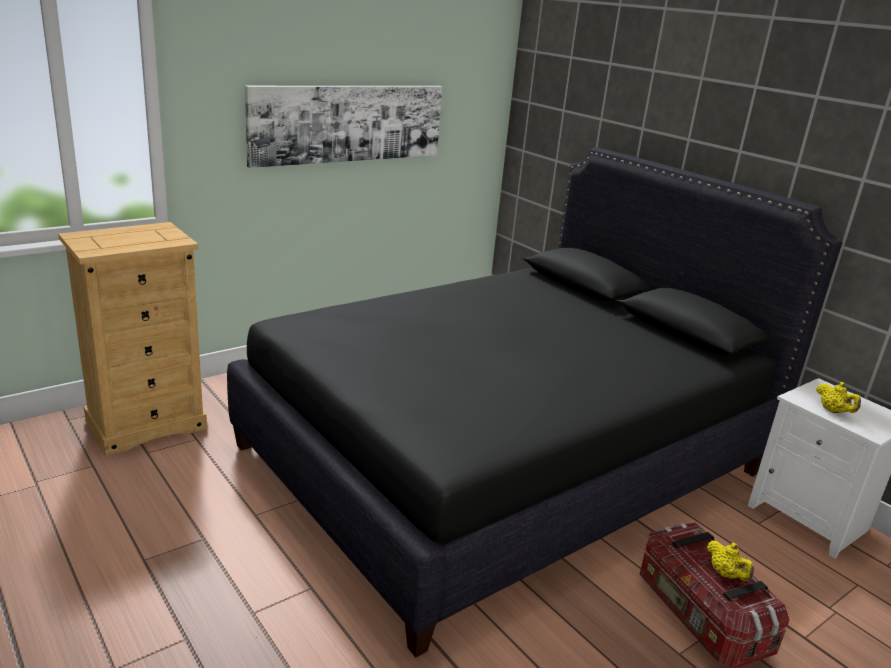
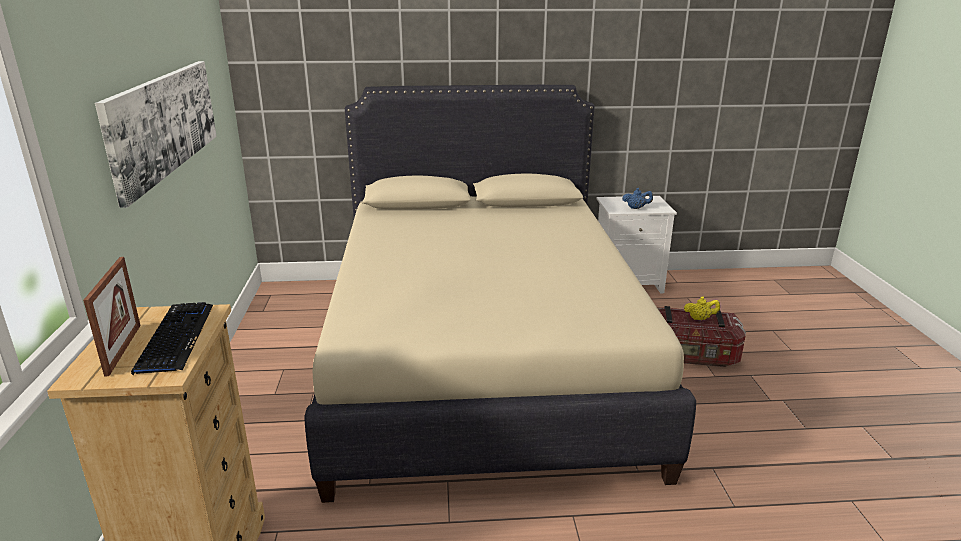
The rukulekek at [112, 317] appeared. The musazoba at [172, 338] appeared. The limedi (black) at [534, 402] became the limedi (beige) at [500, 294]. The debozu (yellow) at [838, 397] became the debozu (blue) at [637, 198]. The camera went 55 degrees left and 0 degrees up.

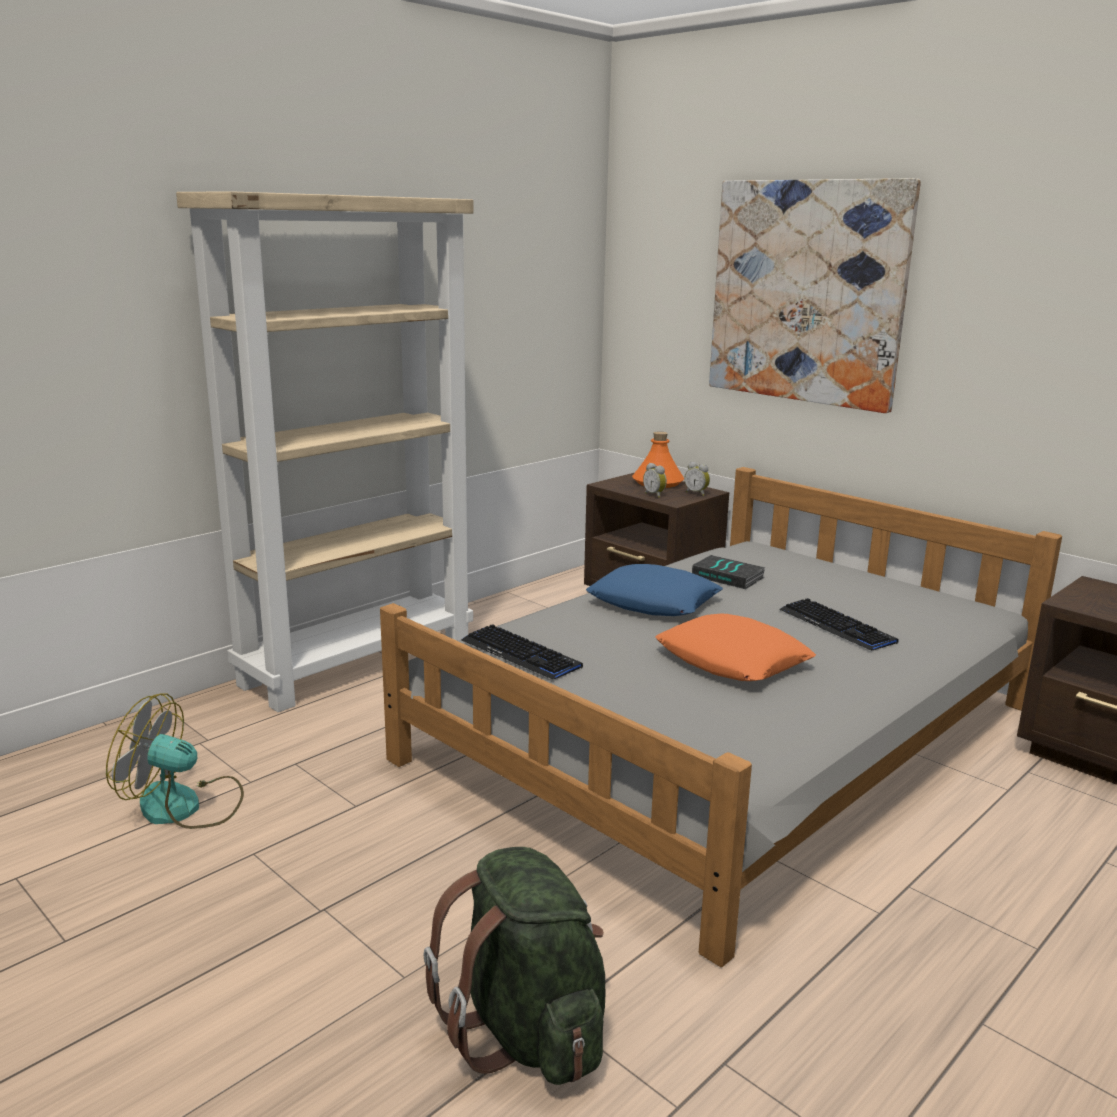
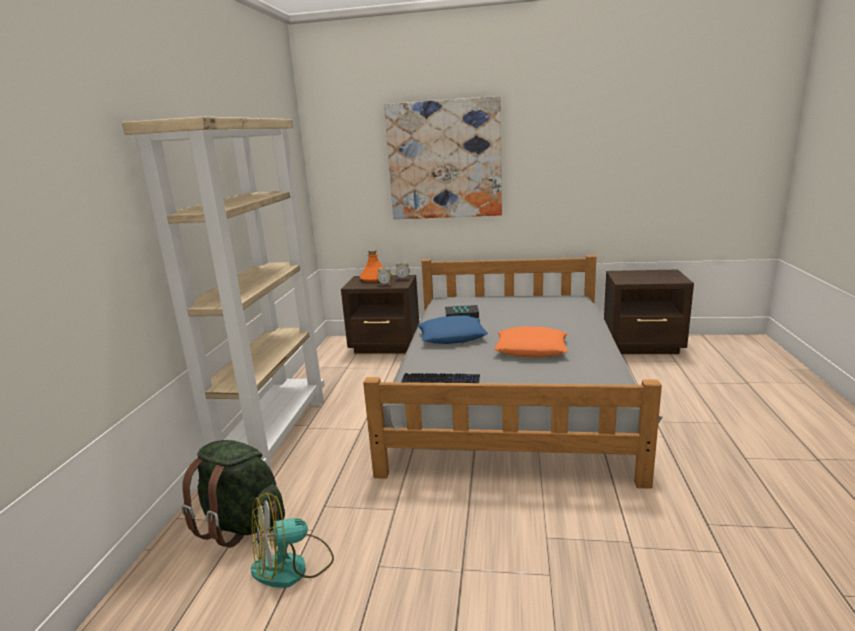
The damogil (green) moved from [514, 966] to [233, 494]. The musazoba at [839, 624] disappeared. The camera went 35 degrees left and 0 degrees up.

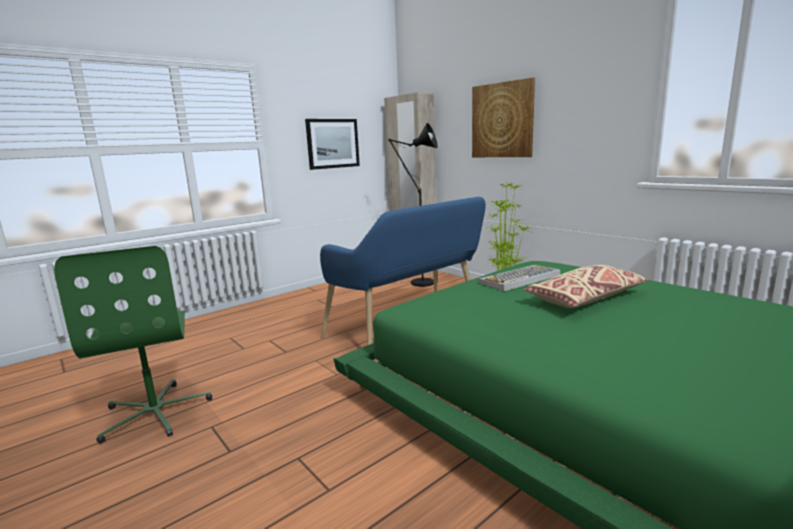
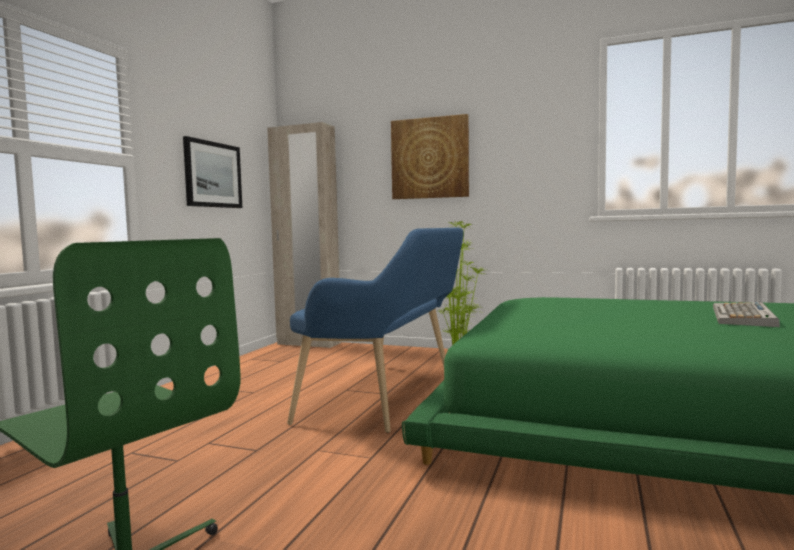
The musazoba moved from [519, 278] to [746, 314]. The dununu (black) at [413, 205] disappeared. The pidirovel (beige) at [585, 286] disappeared. The camera went 30 degrees left and 10 degrees down.

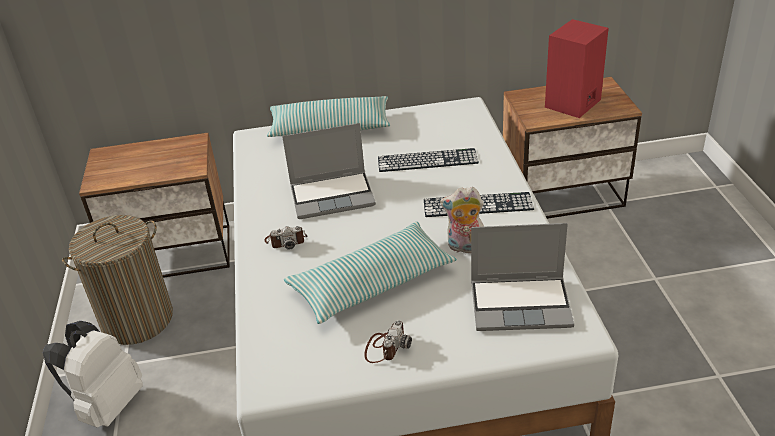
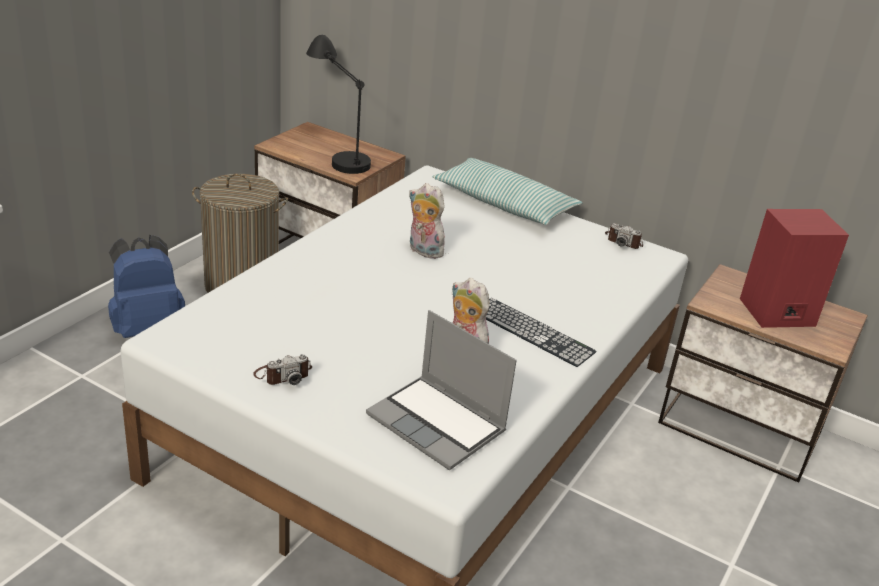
The damogil (white) at [93, 374] became the damogil (blue) at [146, 286]. The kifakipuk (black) at [338, 104] appeared. The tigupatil at [329, 171] was replaced by the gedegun at [426, 221]. The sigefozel moved from [286, 238] to [624, 236]. The pidirovel at [370, 273] disappeared. The musazoba at [428, 160] disappeared. The camera went 35 degrees right and 5 degrees down.

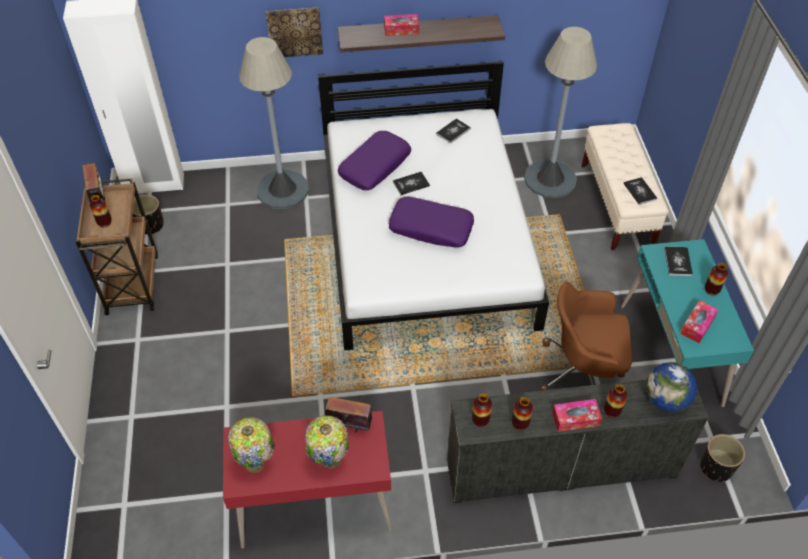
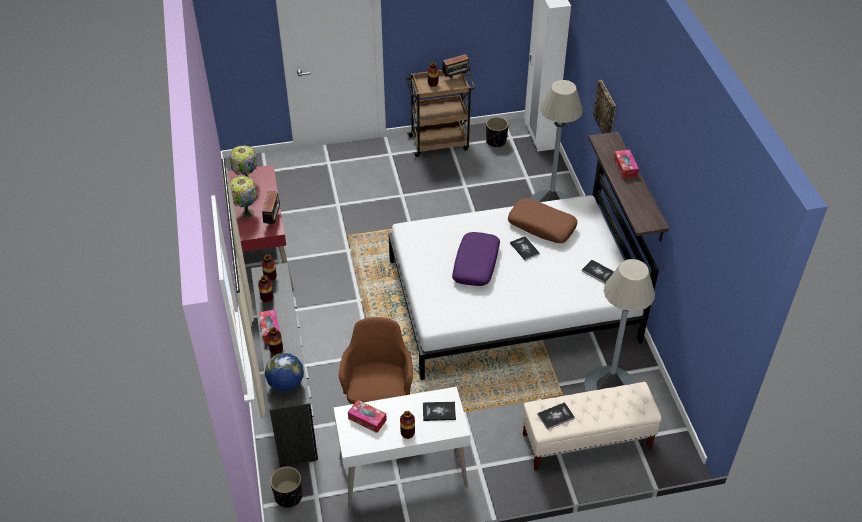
The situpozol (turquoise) at [687, 323] became the situpozol (white) at [402, 448]. The pidirovel (purple) at [374, 160] became the pidirovel (brown) at [543, 220]. The camera went 85 degrees right and 5 degrees down.

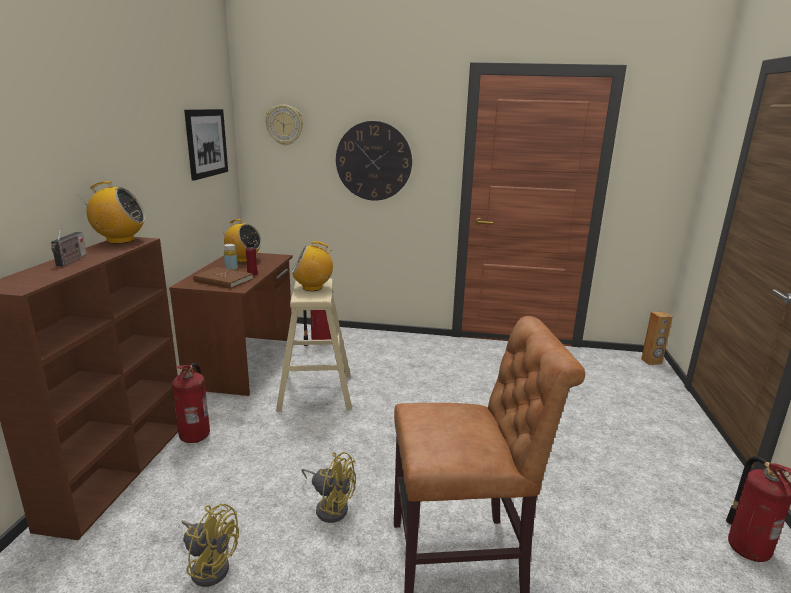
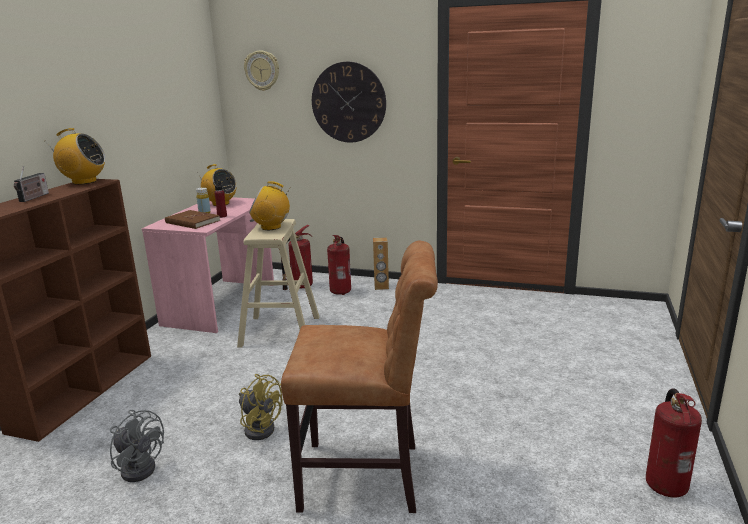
The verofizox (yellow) at [210, 545] became the verofizox (grey) at [137, 446]. The situpozol (brown) at [231, 324] became the situpozol (pink) at [208, 265]. The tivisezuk moved from [191, 403] to [339, 265]. The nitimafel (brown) moved from [657, 338] to [381, 263]. The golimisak at [206, 145] disappeared. The camera went 10 degrees right and 0 degrees up.

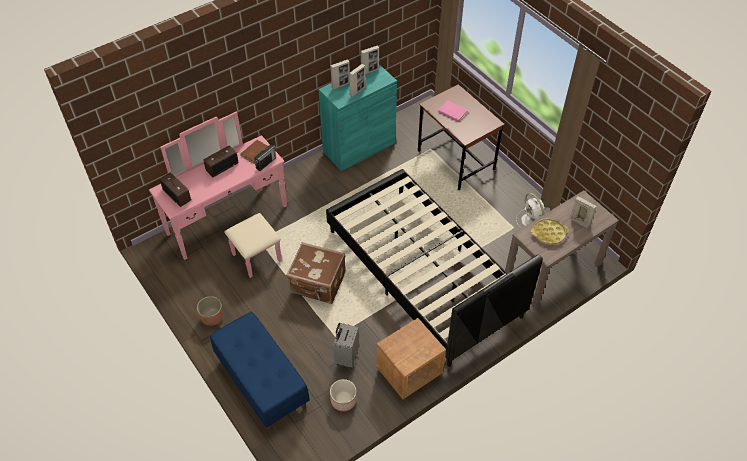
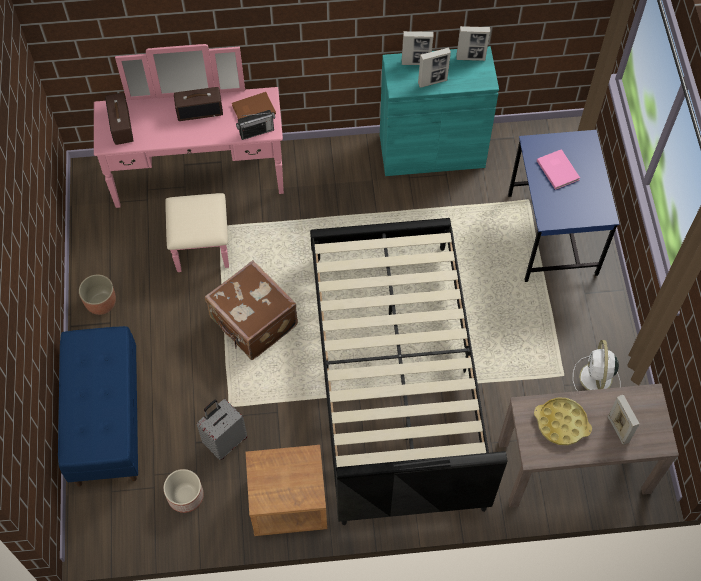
The situpozol (brown) at [461, 137] became the situpozol (blue) at [564, 206]. The camera went 30 degrees right and 10 degrees up.

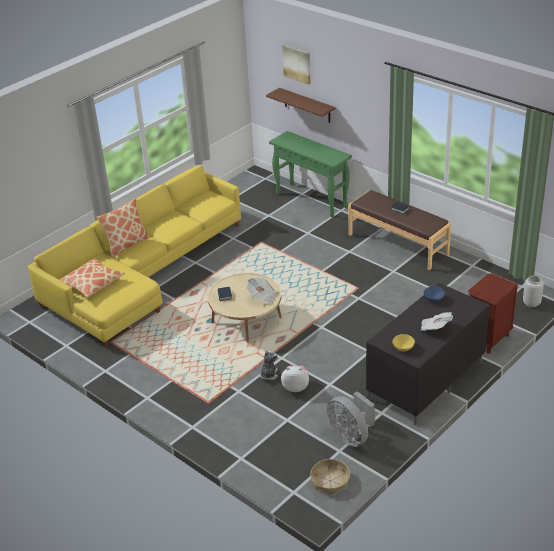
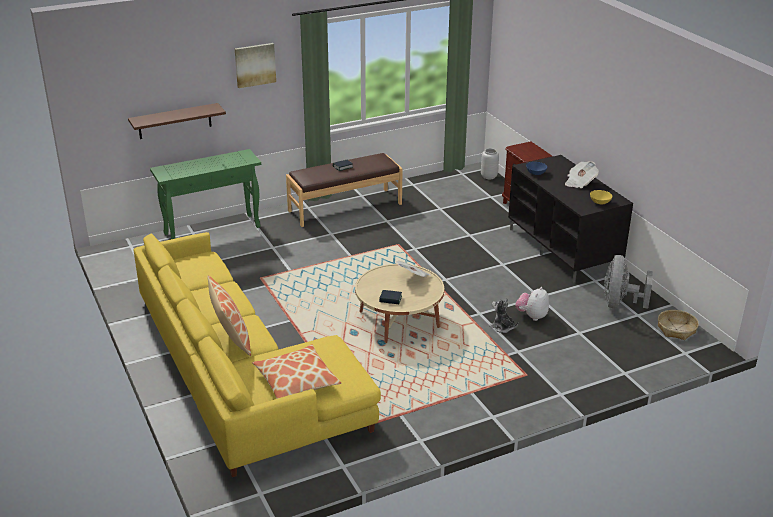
The golimisak moved from [296, 65] to [255, 65]. The verofizox (grey) at [351, 419] turned 120 degrees clockwise. The camera went 70 degrees left and 5 degrees down.

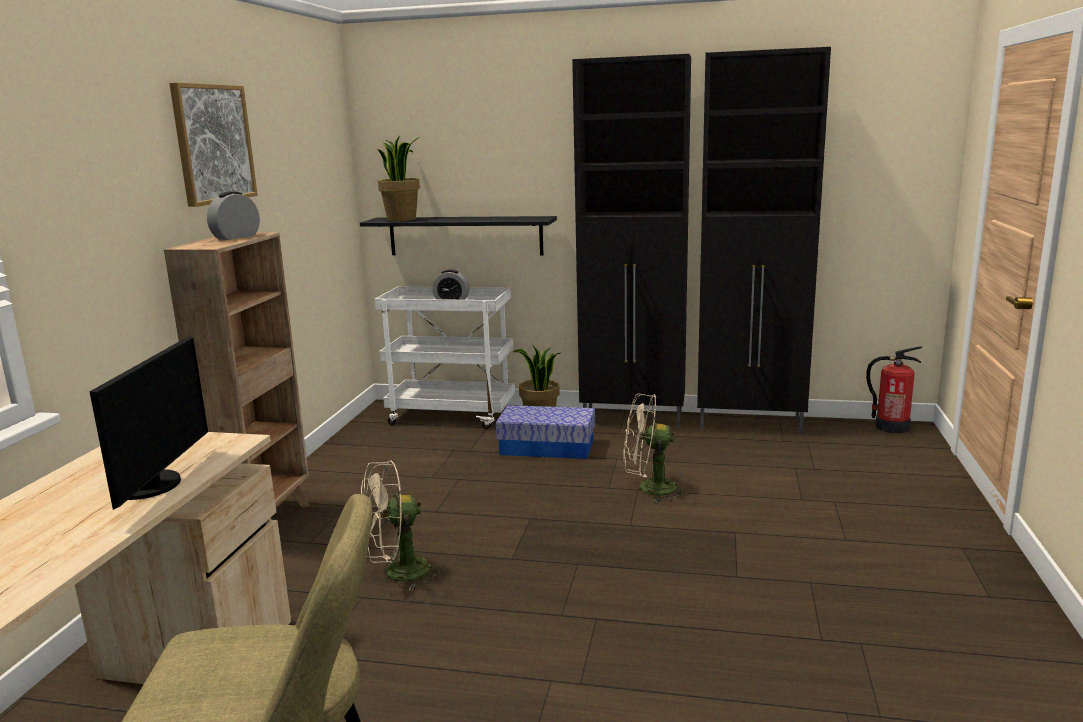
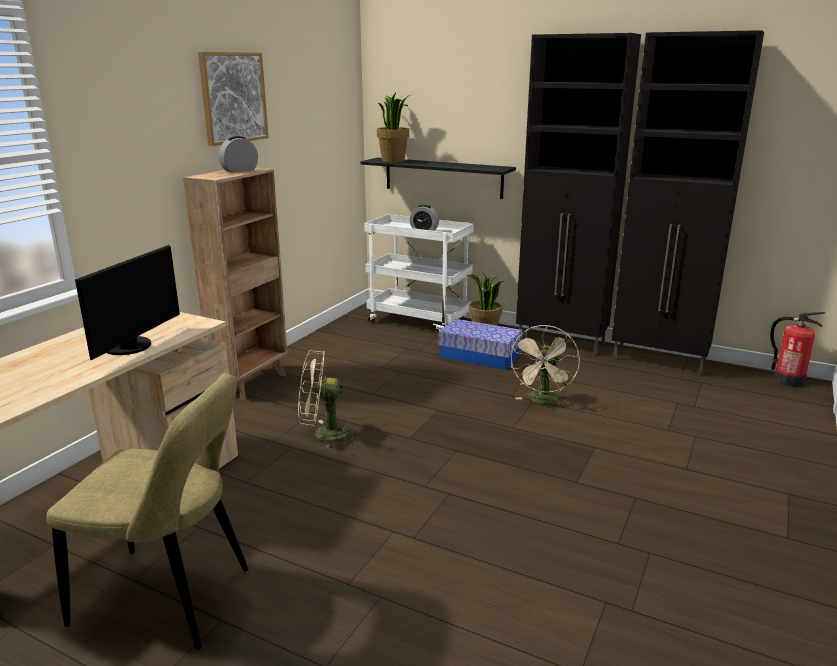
The verofizox (beige) at [656, 448] turned 90 degrees counterclockwise. The camera went 15 degrees right and 5 degrees up.

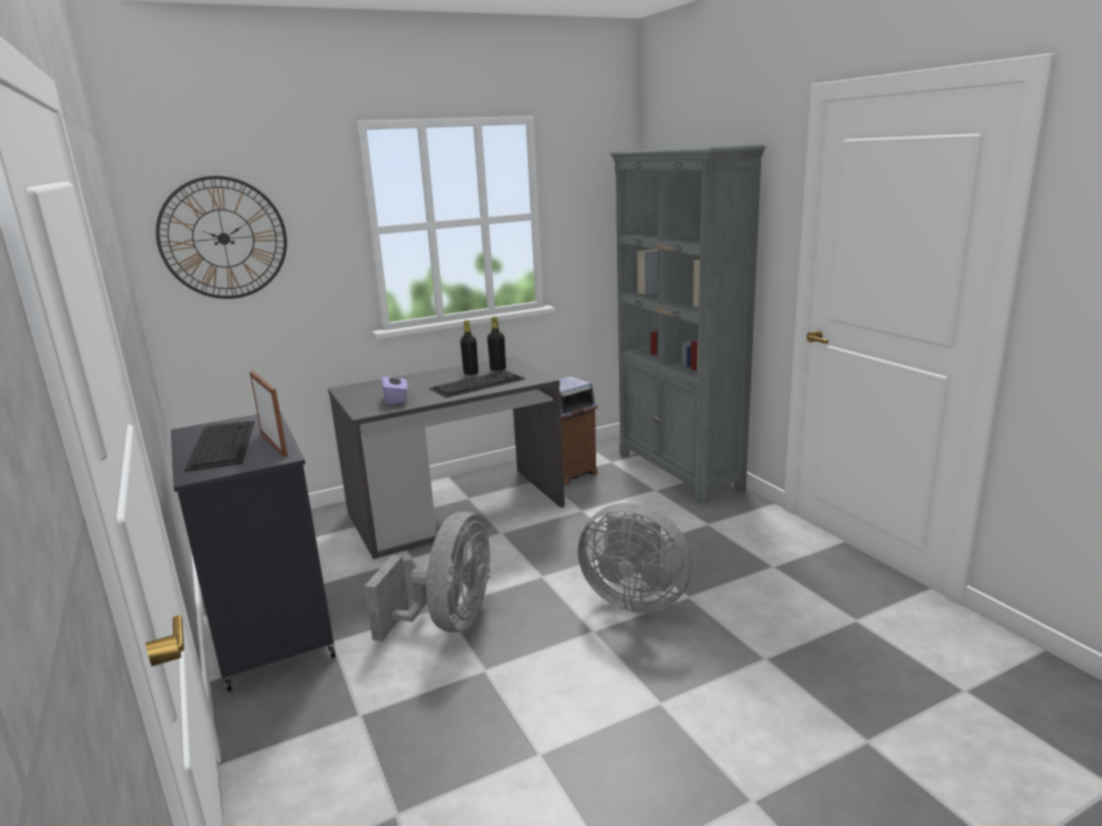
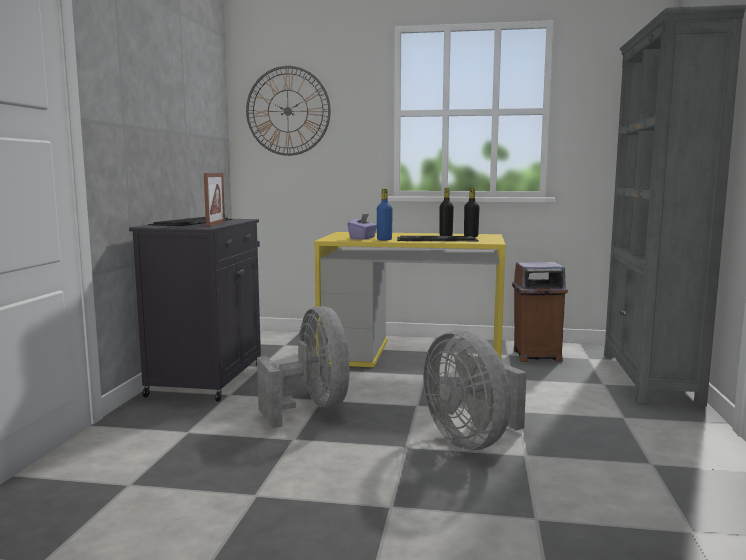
The verofizox (grey) at [427, 576] turned 75 degrees counterclockwise. The situpozol (grey) at [446, 457] became the situpozol (yellow) at [410, 299]. The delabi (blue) at [385, 214] appeared. The camera went 35 degrees right and 10 degrees down.

